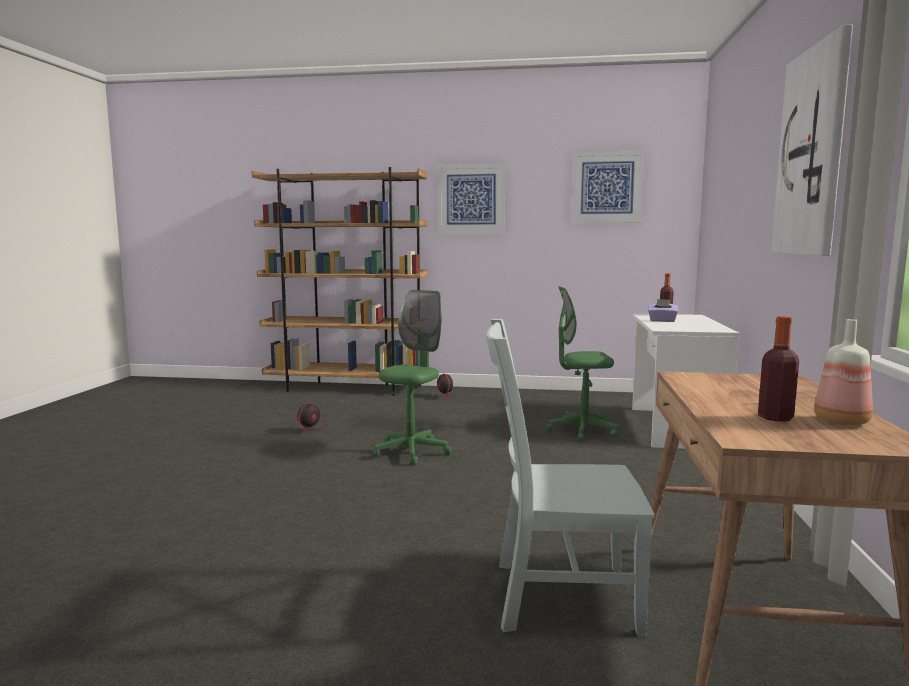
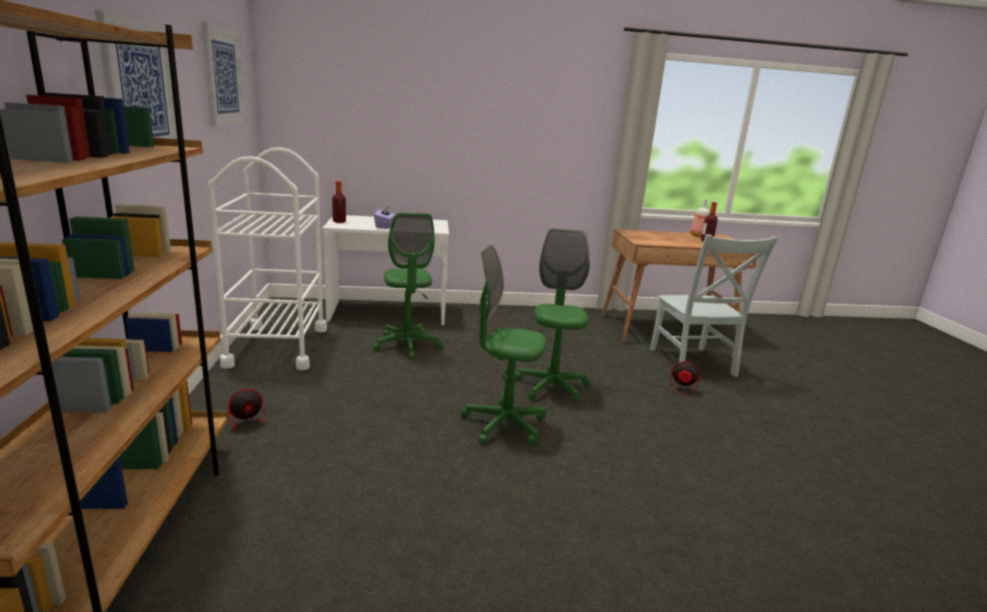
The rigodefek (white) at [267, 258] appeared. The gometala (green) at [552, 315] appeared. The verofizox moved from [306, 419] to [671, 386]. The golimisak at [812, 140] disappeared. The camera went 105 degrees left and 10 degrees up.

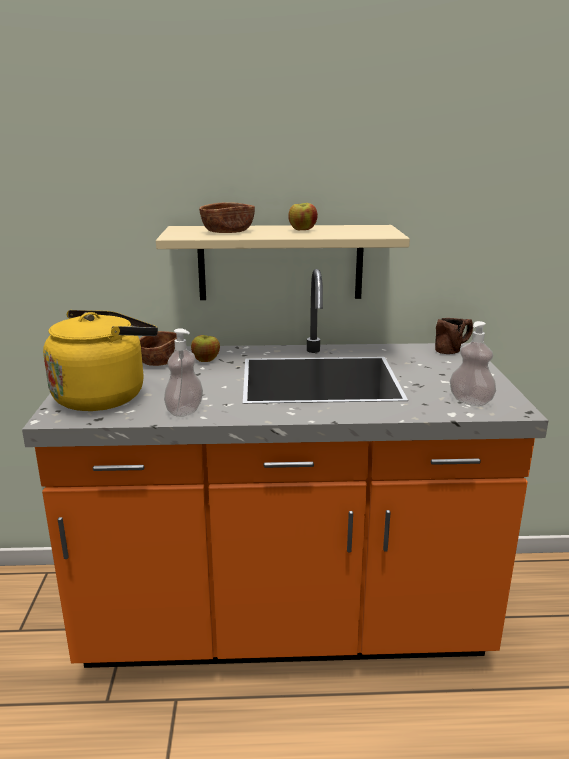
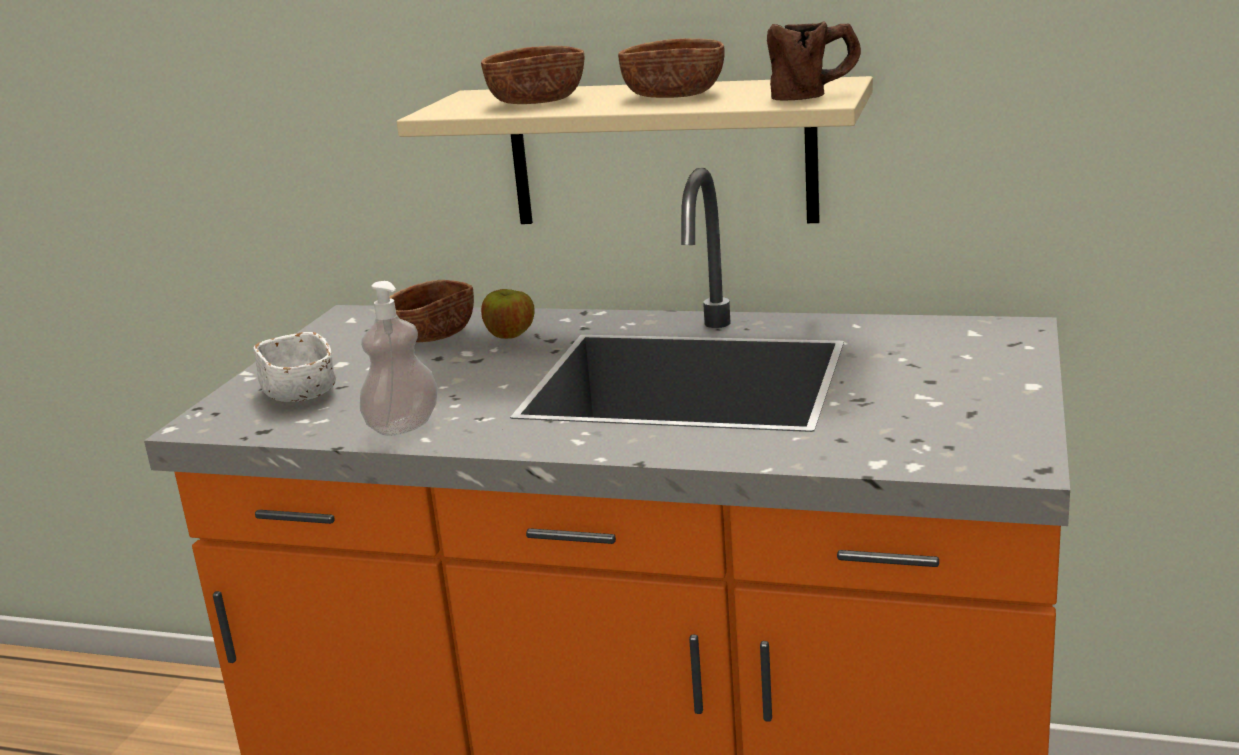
The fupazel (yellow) at [100, 360] was replaced by the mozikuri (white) at [295, 367]. The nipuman at [303, 216] was replaced by the mozikuri (brown) at [671, 68]. The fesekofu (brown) moved from [454, 336] to [814, 61]. The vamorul at [473, 363] disappeared. The camera went 20 degrees right and 0 degrees up.

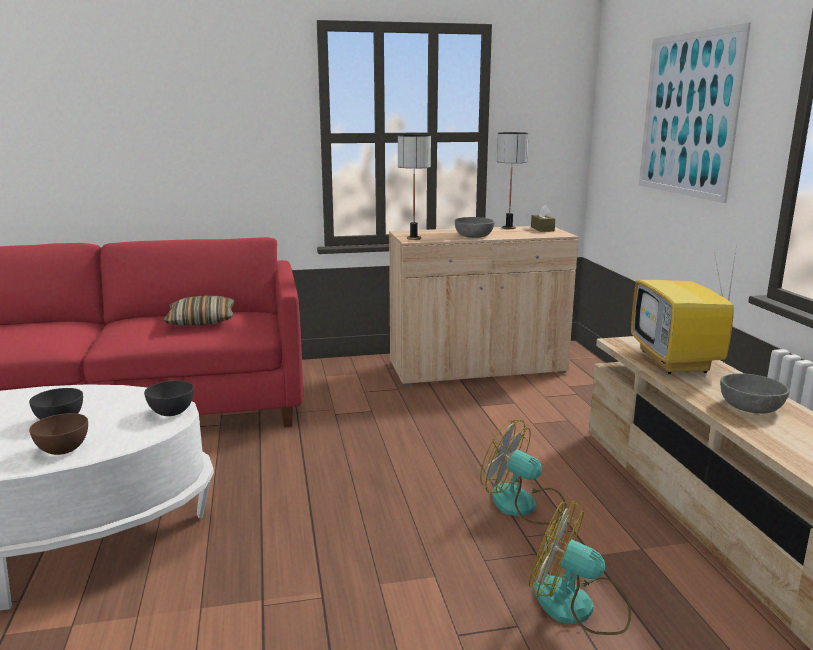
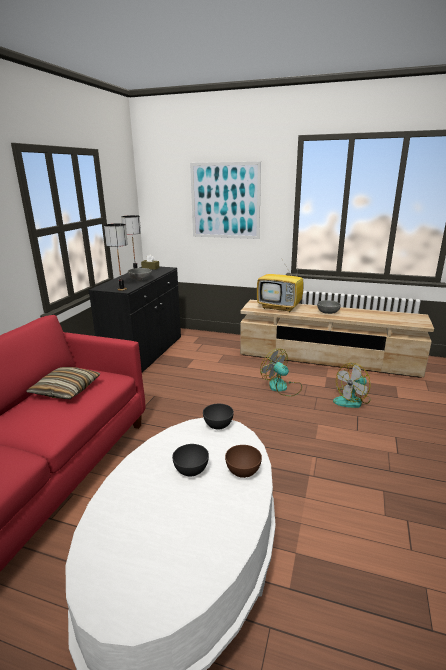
The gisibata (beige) at [483, 306] became the gisibata (black) at [135, 319]. The verofizox at [523, 472] turned 75 degrees clockwise. The camera went 60 degrees left and 5 degrees up.

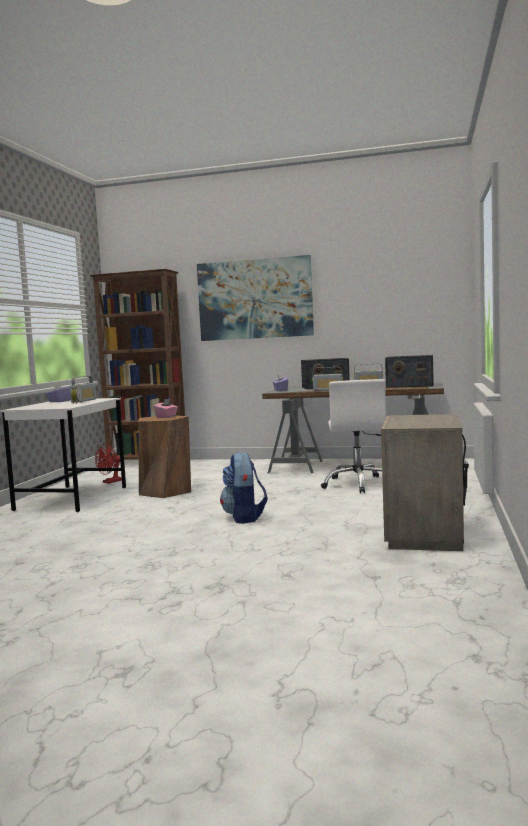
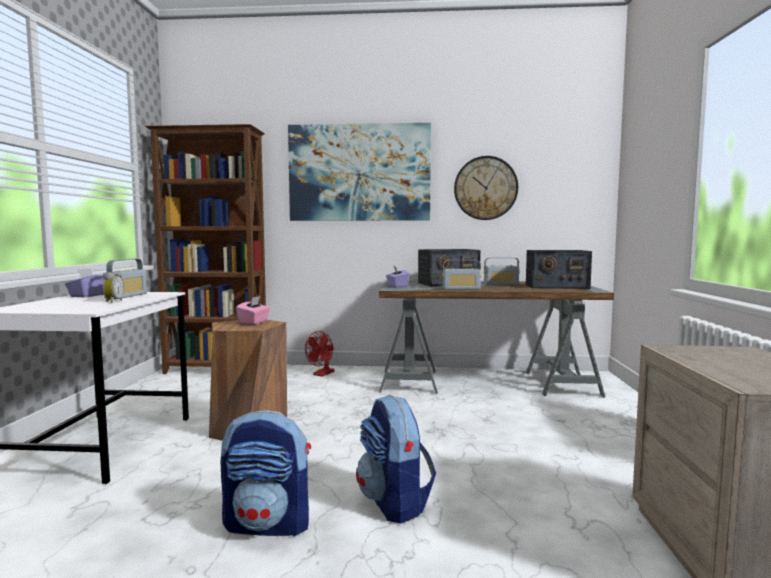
The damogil at [266, 473] appeared. The verofizox (red) moved from [108, 464] to [320, 354]. The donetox at [486, 188] appeared. The gometala (white) at [353, 436] disappeared. The camera went 10 degrees left and 0 degrees up.

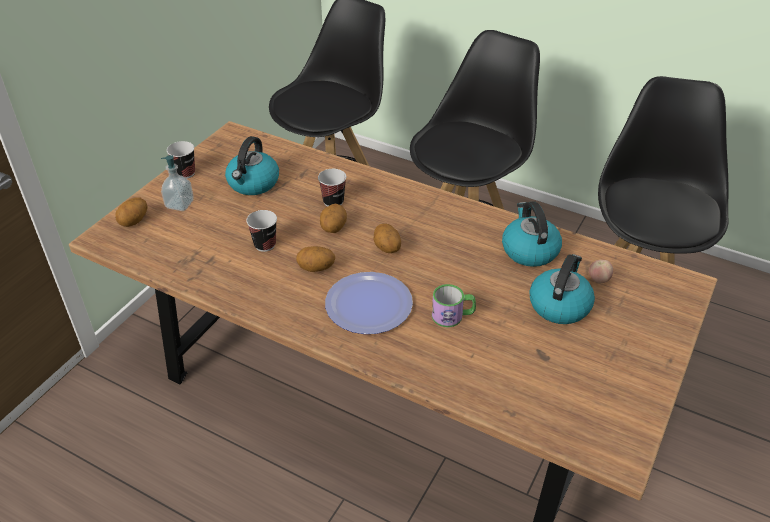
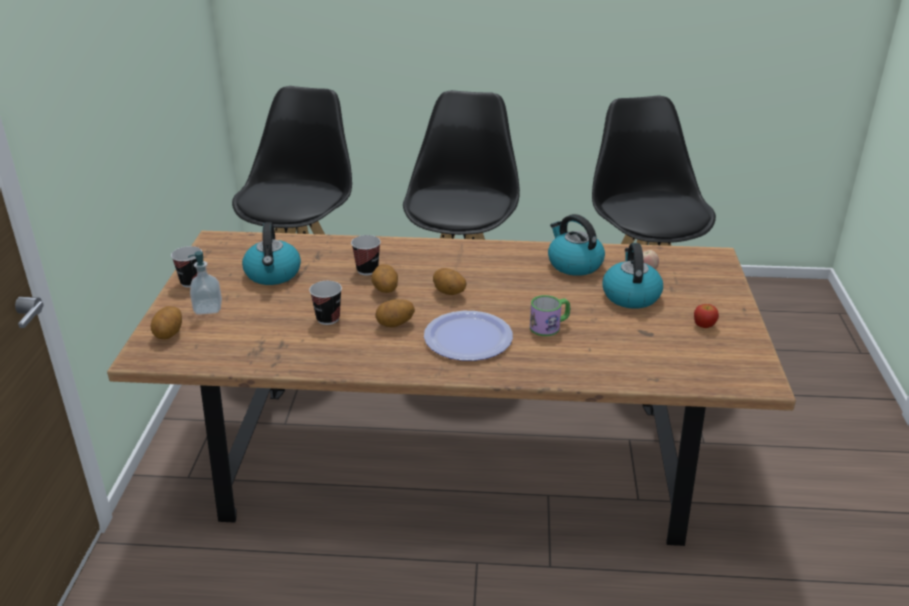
The nipuman at [706, 316] appeared. The camera went 25 degrees left and 10 degrees down.

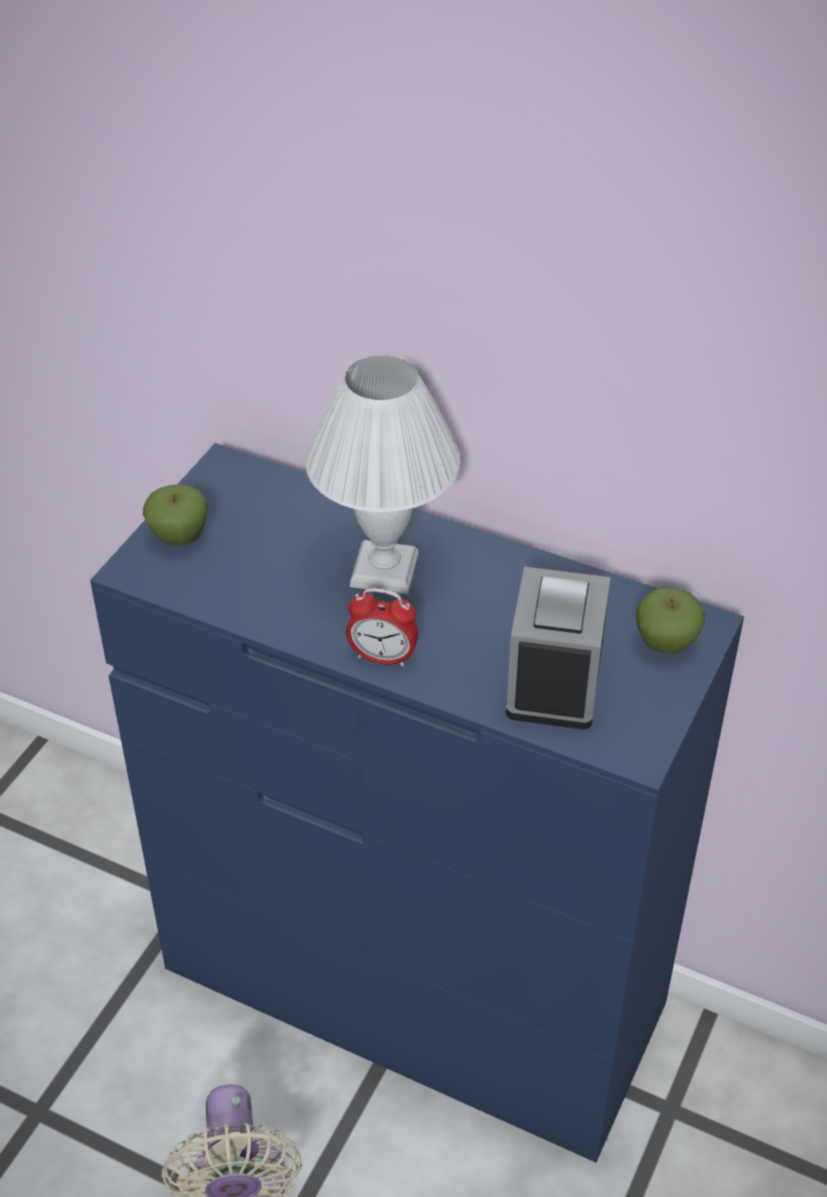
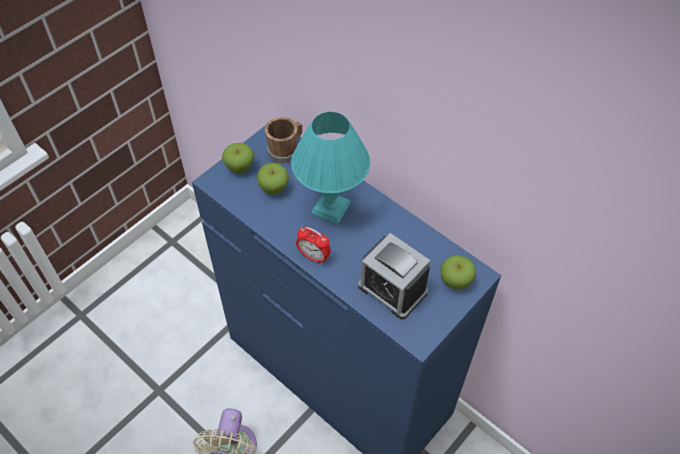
The nipuman at [273, 179] appeared. The fesekofu (brown) at [283, 140] appeared. The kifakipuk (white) at [382, 474] became the kifakipuk (turquoise) at [330, 168]. The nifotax at [558, 648] turned 75 degrees counterclockwise. The camera went 15 degrees right and 10 degrees up.

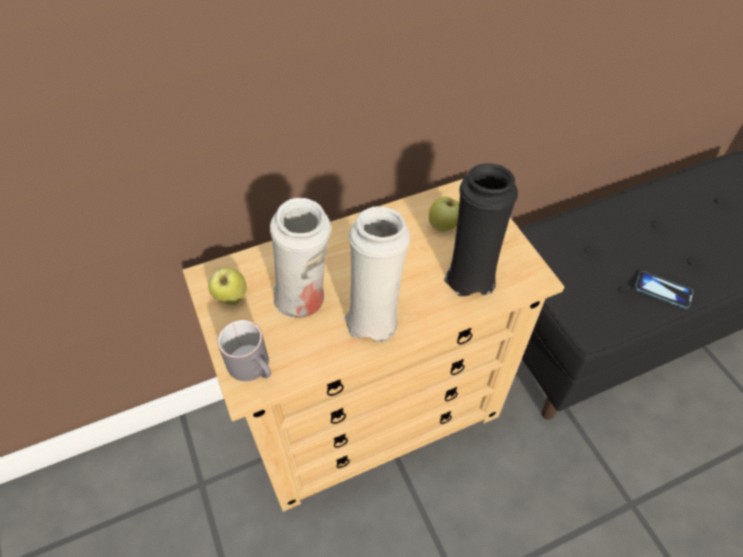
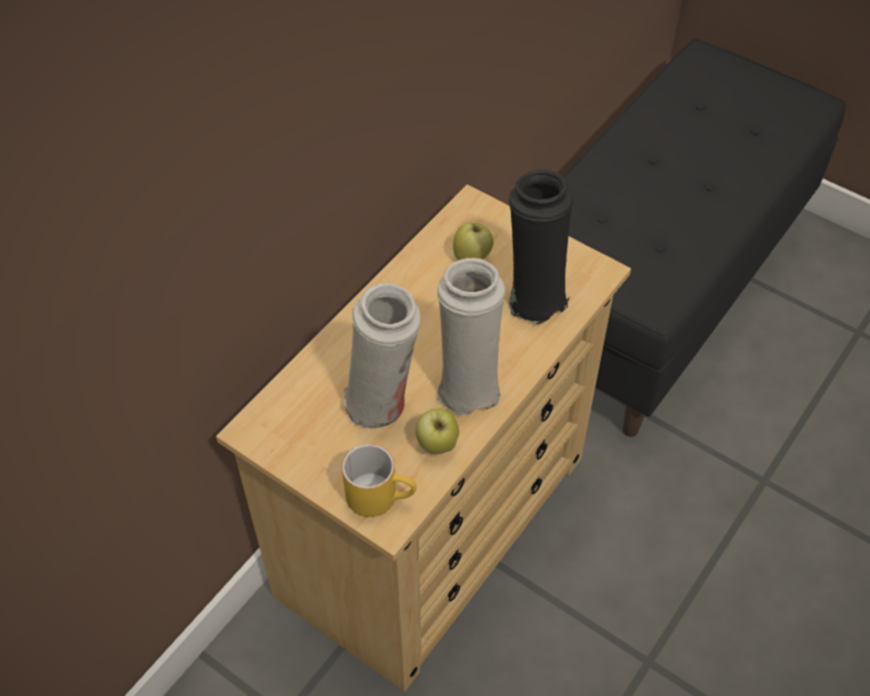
The fesekofu (grey) at [244, 350] became the fesekofu (yellow) at [379, 480]. The nipuman moved from [228, 286] to [437, 431]. The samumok at [664, 290] disappeared. The camera went 30 degrees left and 0 degrees up.

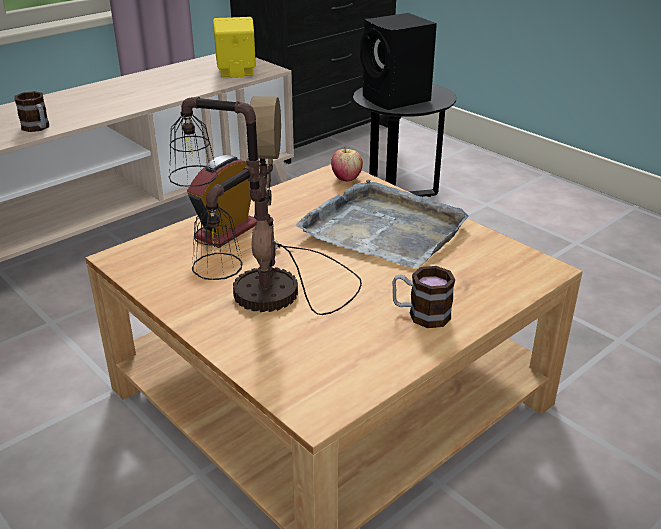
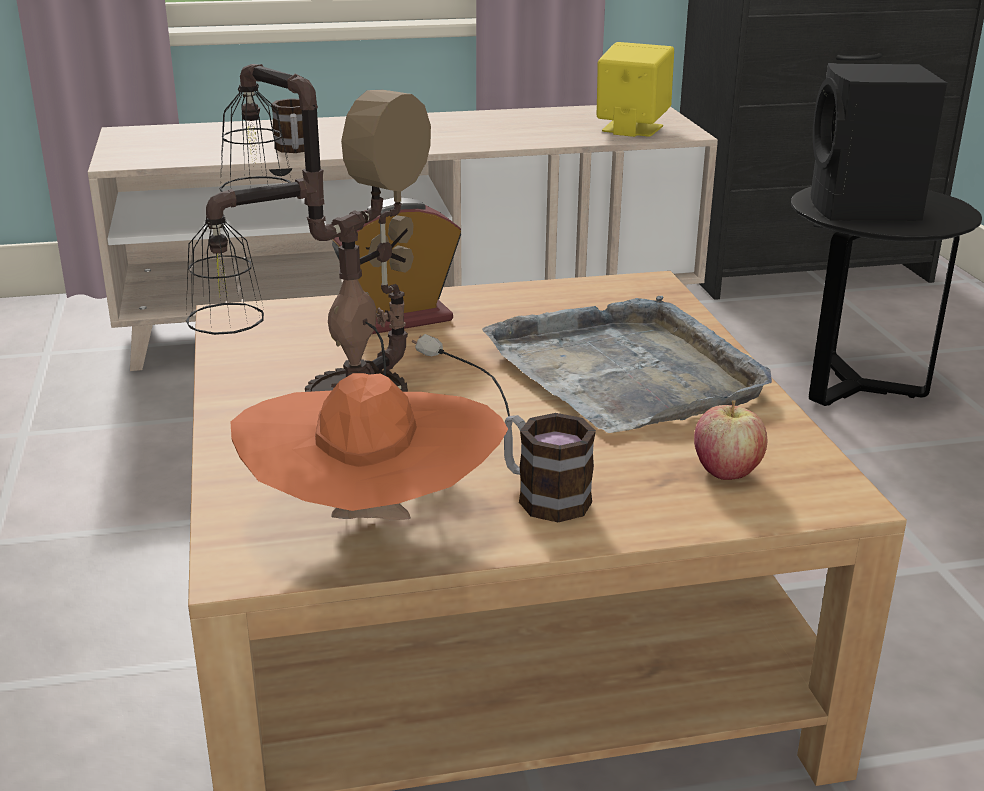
The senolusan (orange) at [369, 446] appeared. The nipuman moved from [347, 164] to [730, 440]. The camera went 30 degrees right and 5 degrees down.

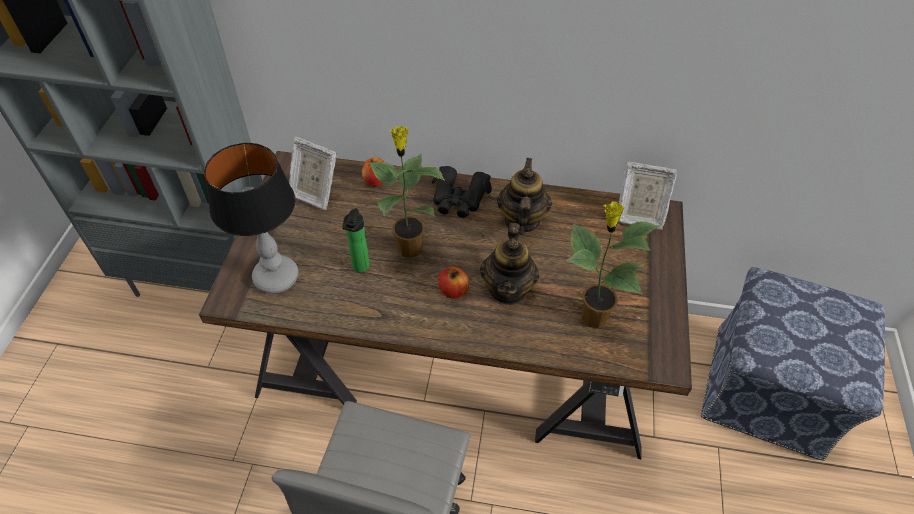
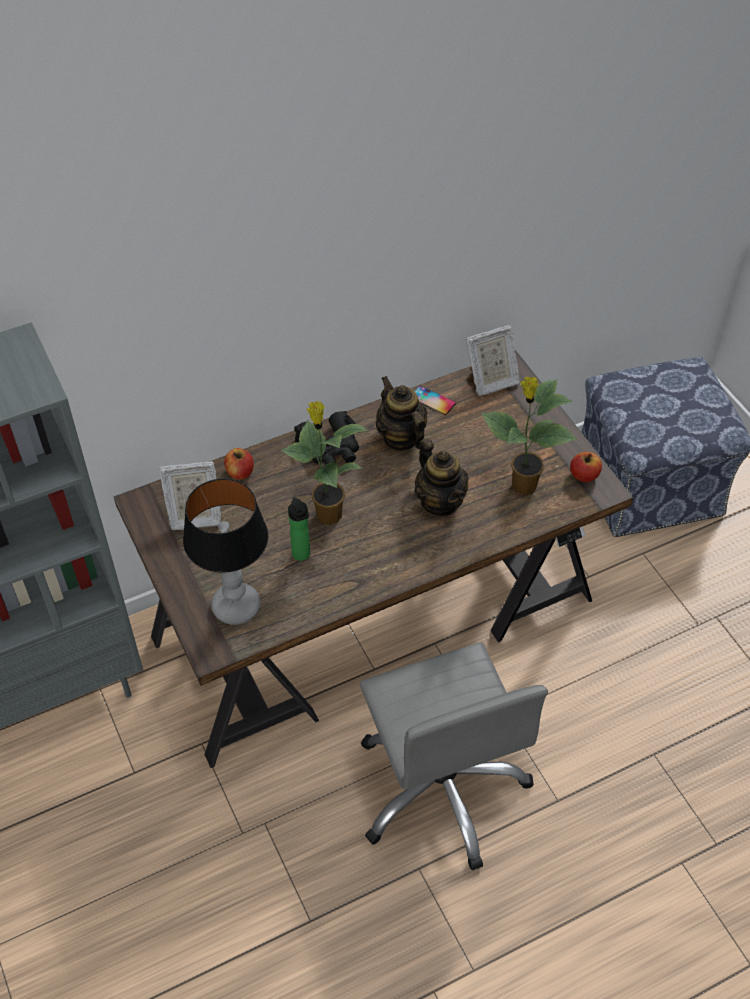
The samumok at [435, 400] appeared. The nipuman moved from [453, 283] to [586, 467]. The camera went 35 degrees left and 0 degrees up.

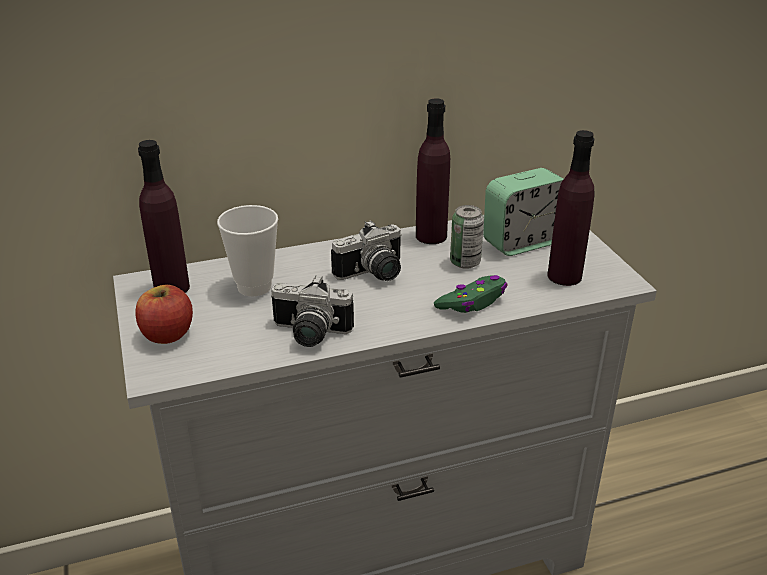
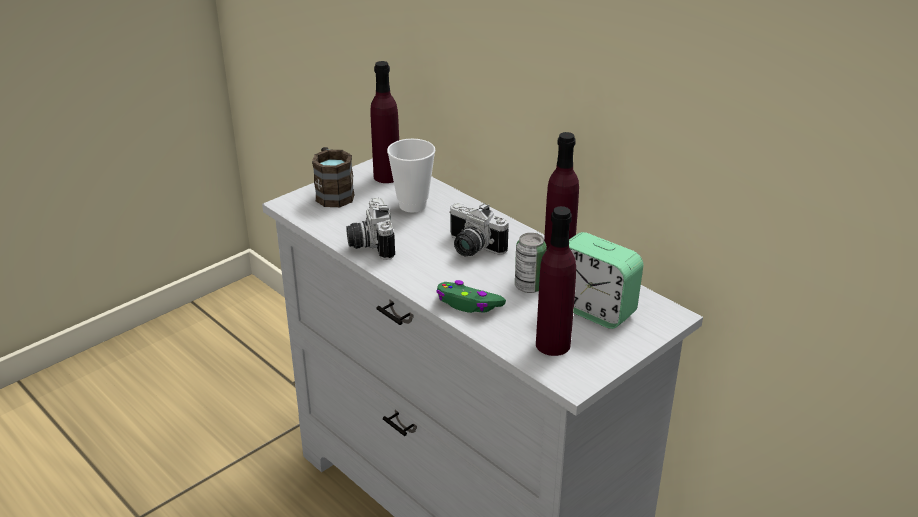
The nipuman at [164, 314] was replaced by the fesekofu (brown) at [333, 177]. The camera went 65 degrees right and 0 degrees up.

